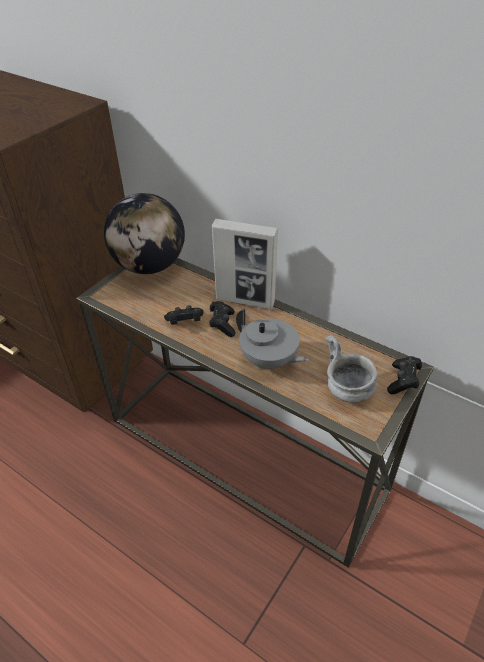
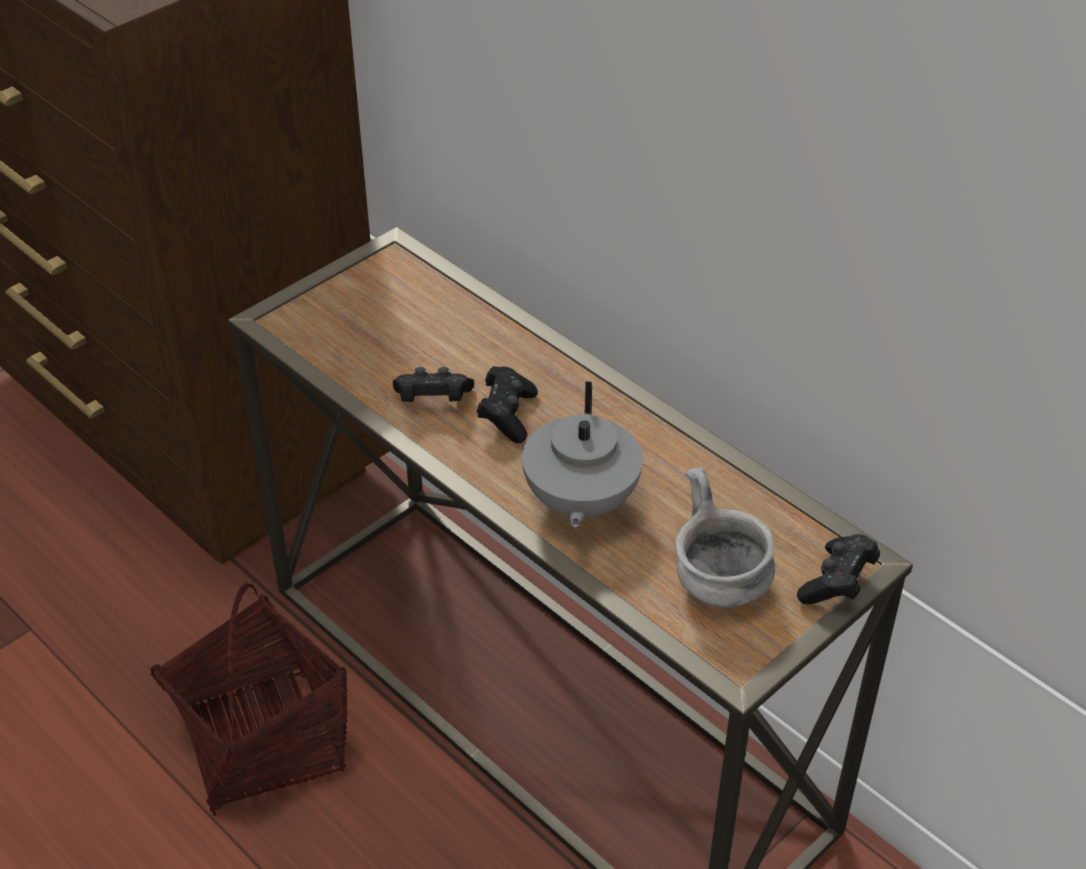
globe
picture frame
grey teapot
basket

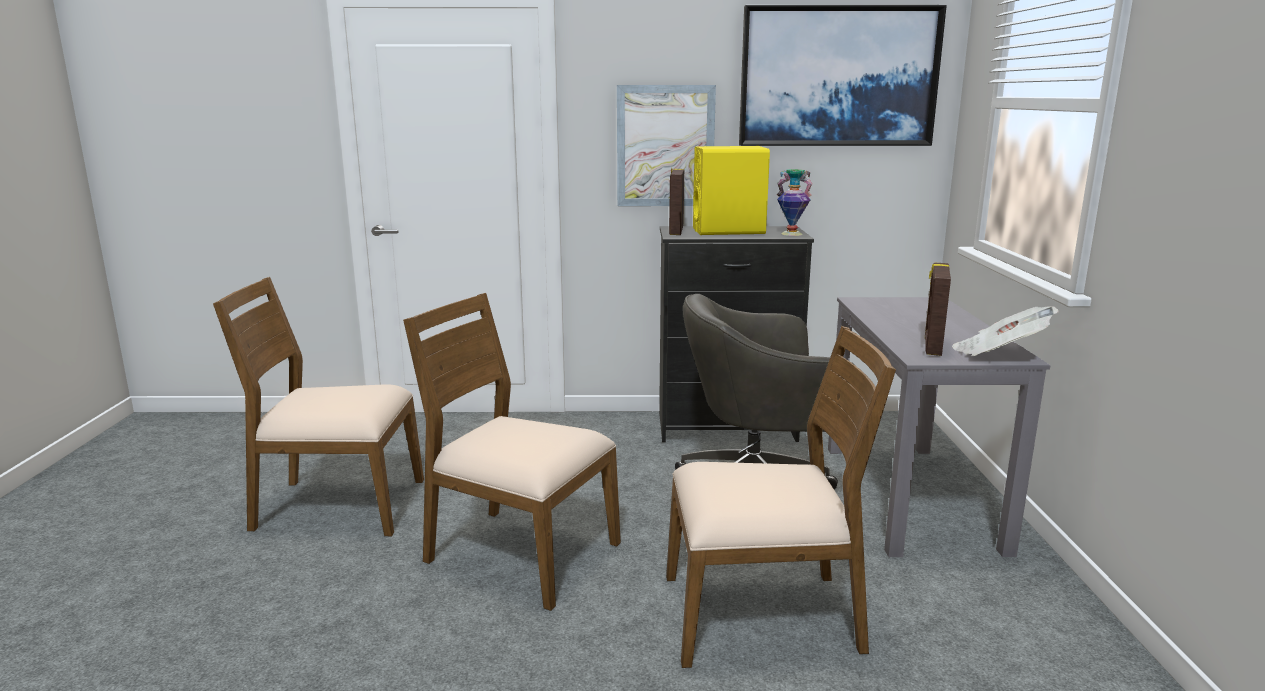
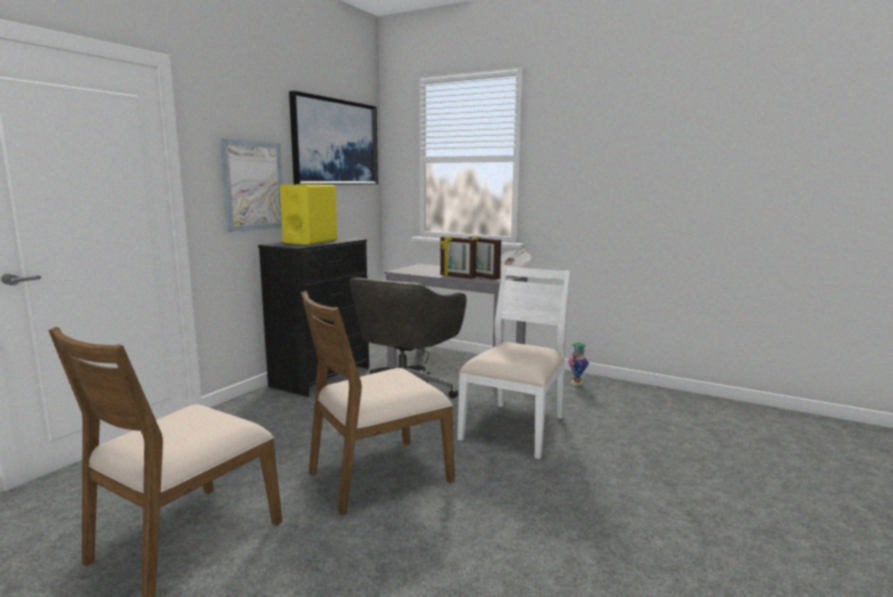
picture frame (1st from left)
vase
white chair

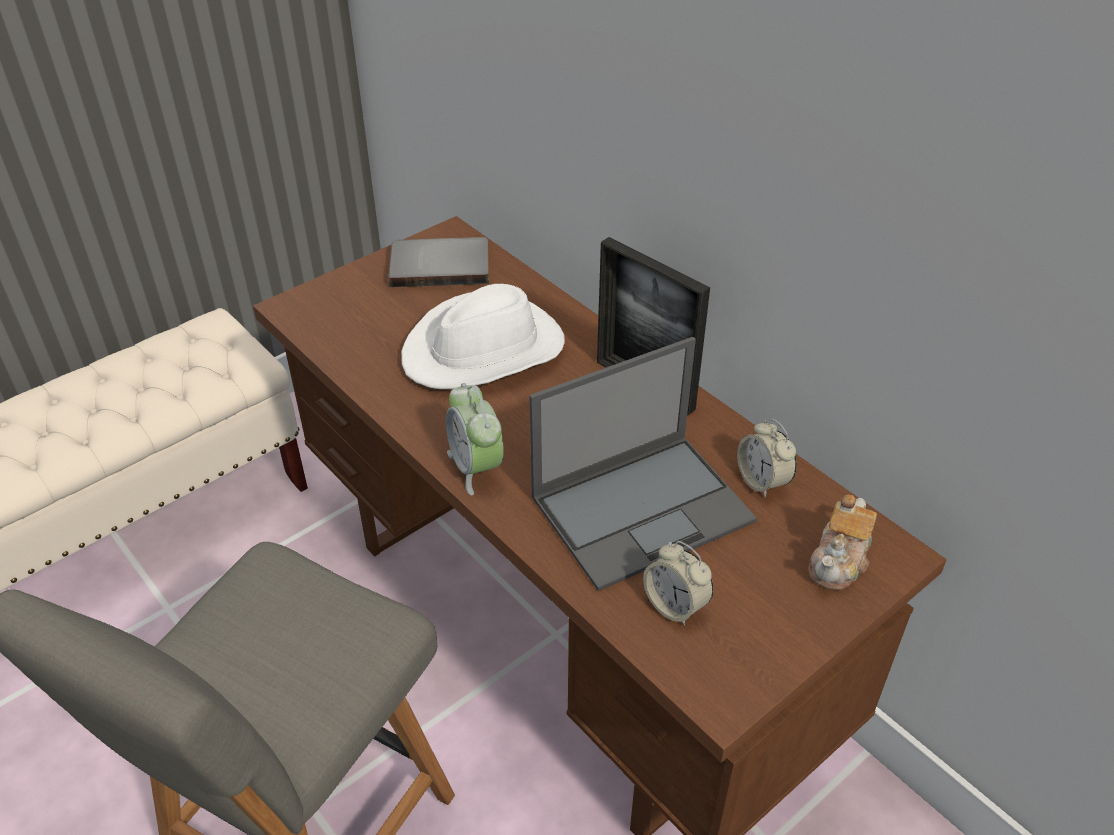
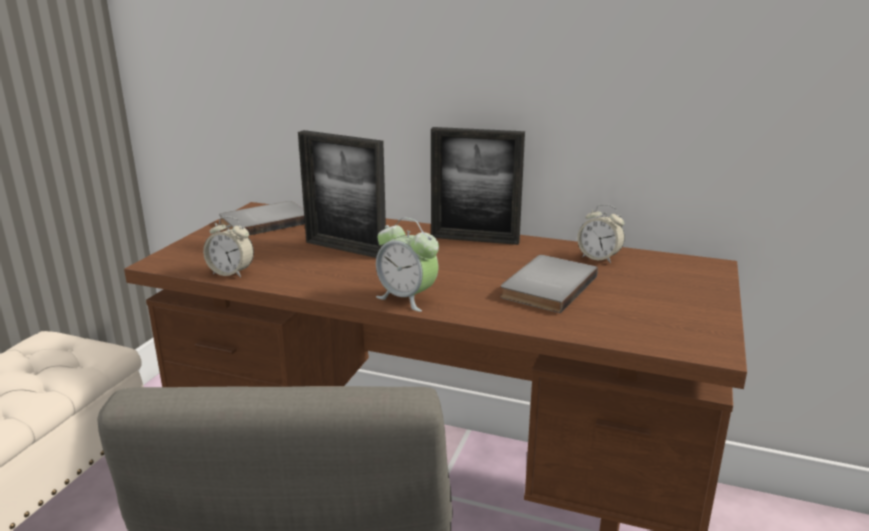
picture frame (1st from left)
grey book (2nd from left)
teapot
alarm clock (1st from left)

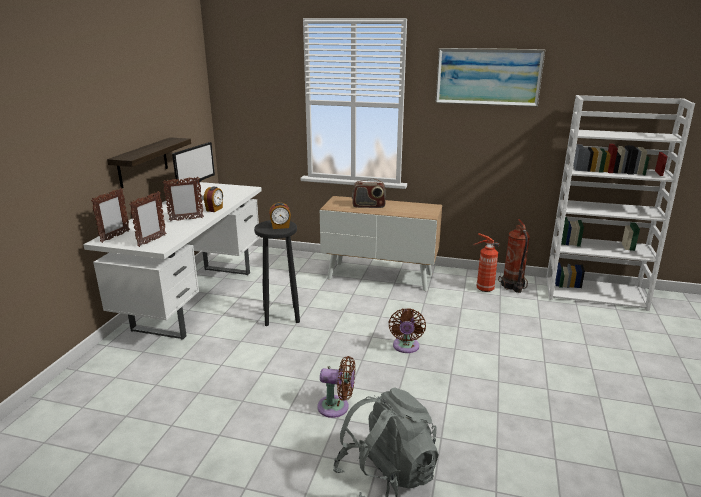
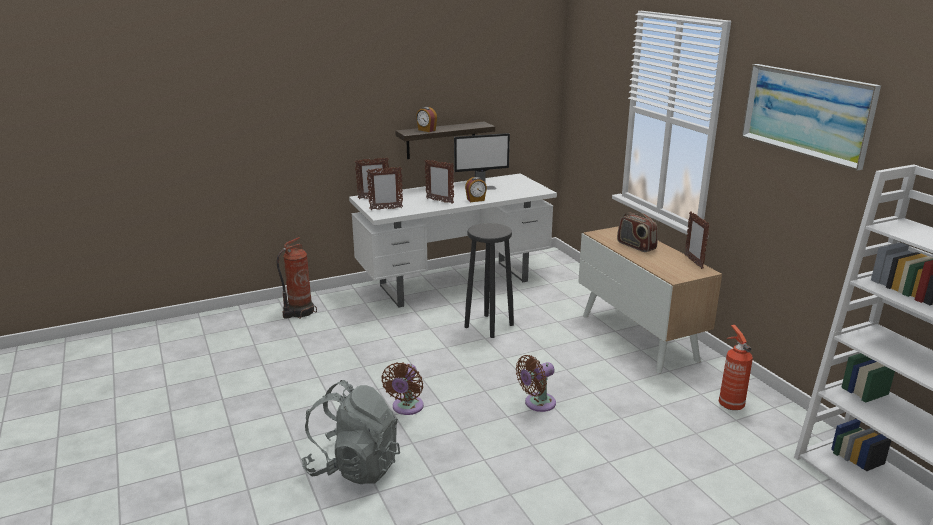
alarm clock (1st from left)
fire extinguisher (1st from left)
brown fan (1st from left)
picture frame (4th from left)

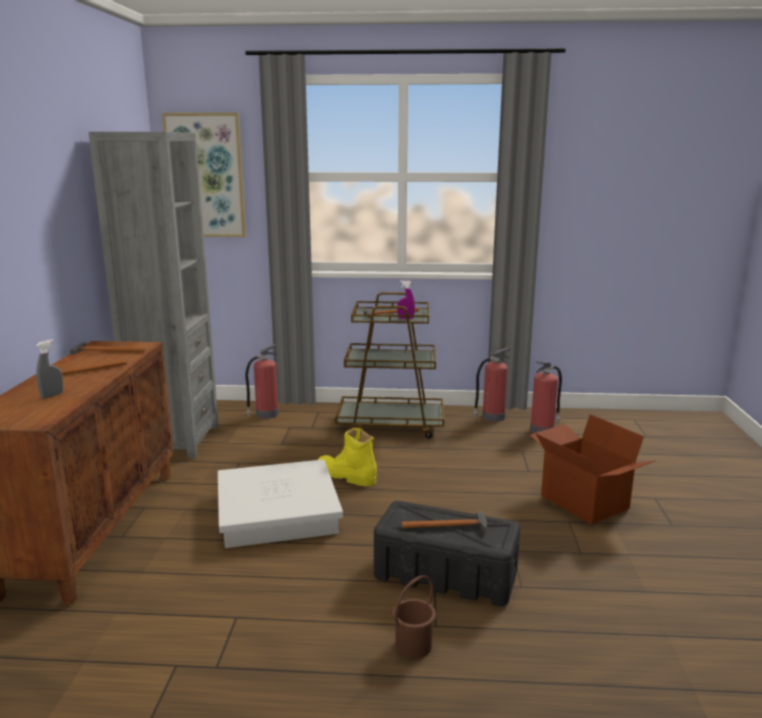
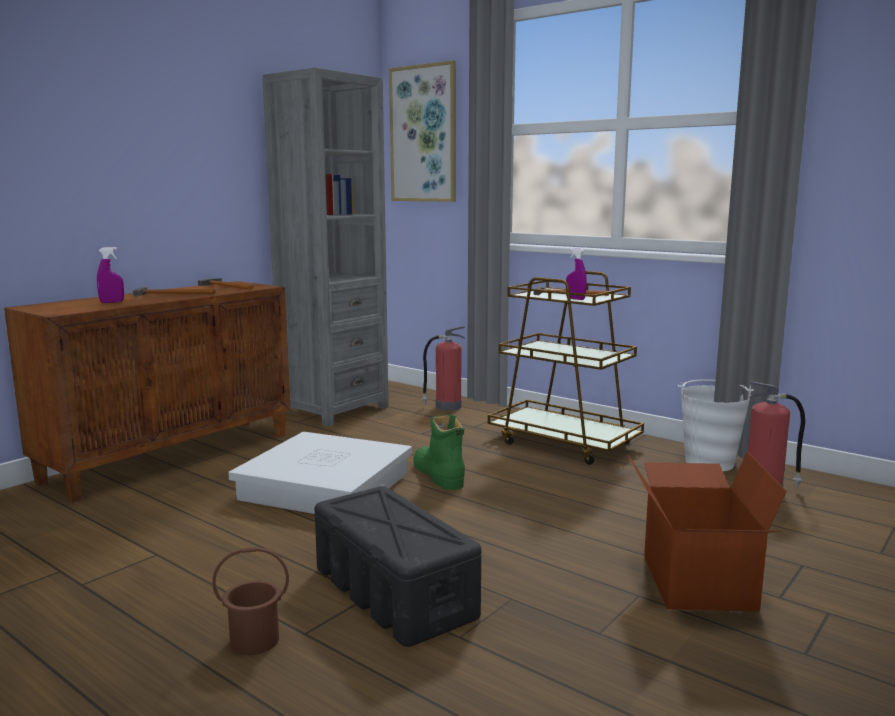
purple spray bottle (1st from left)
white bucket
green boot
hammer (4th from left in the first image)

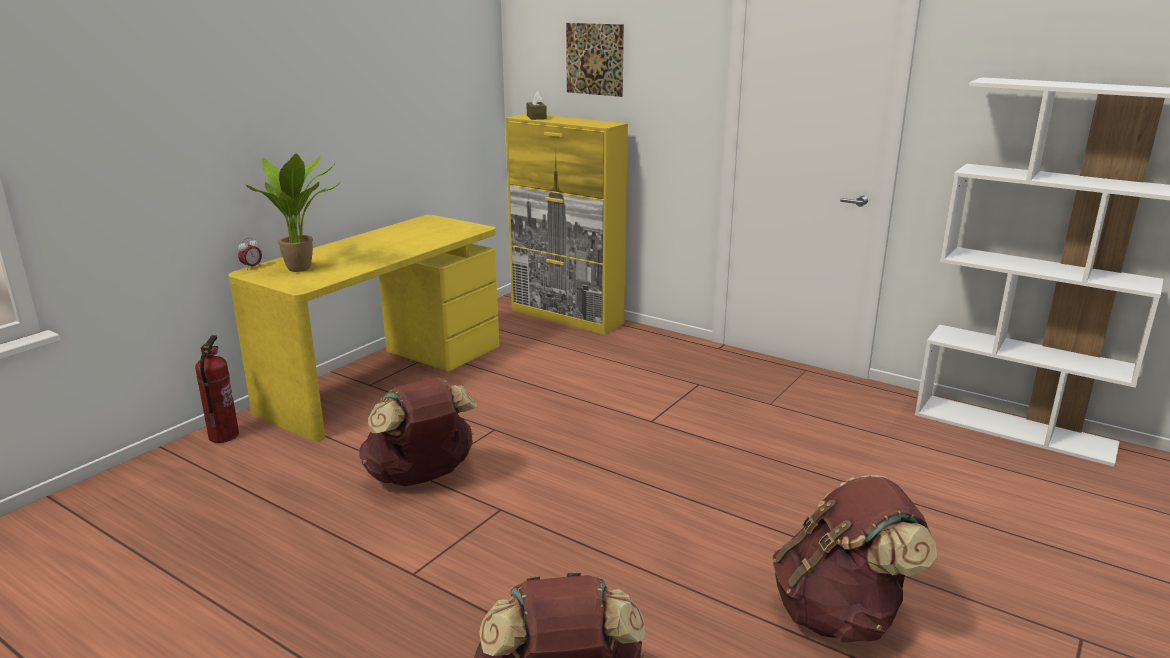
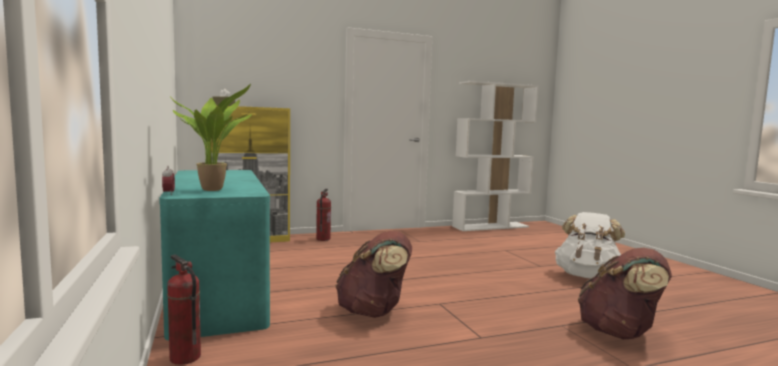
picture
turquoise desk
white backpack
fire extinguisher (2nd from left)

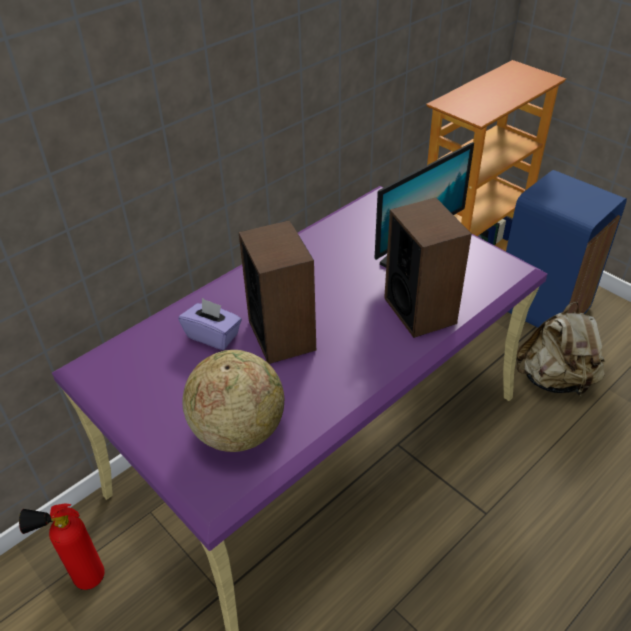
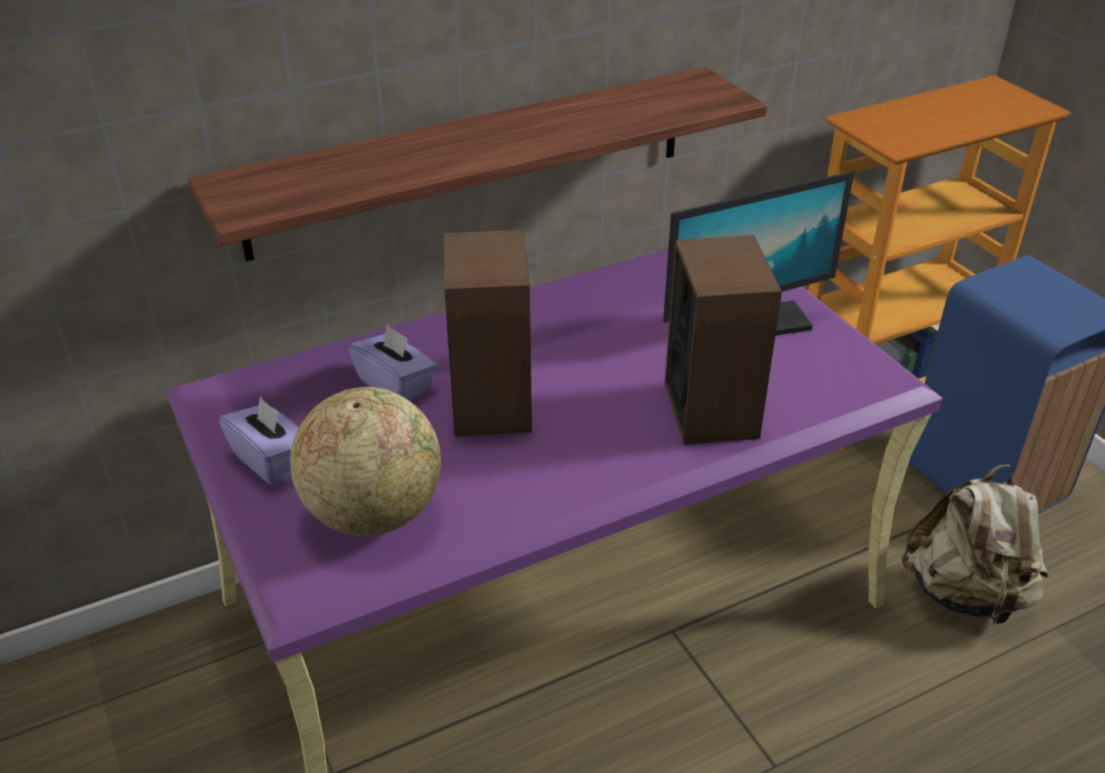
fire extinguisher
shelf
purple tissue box (1st from left)

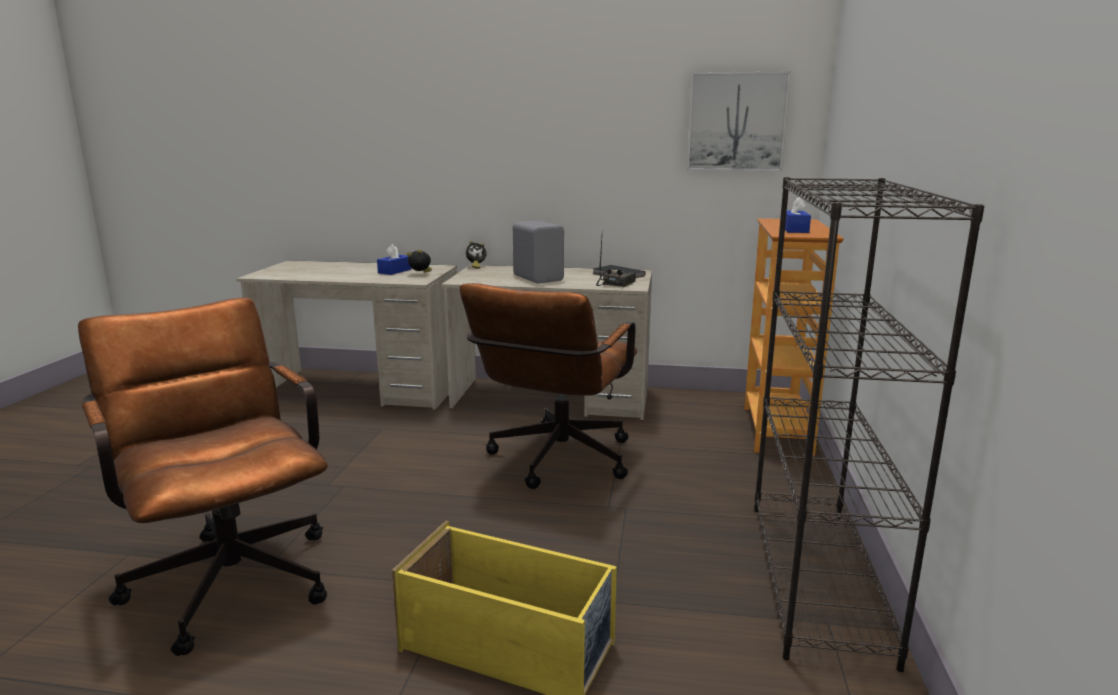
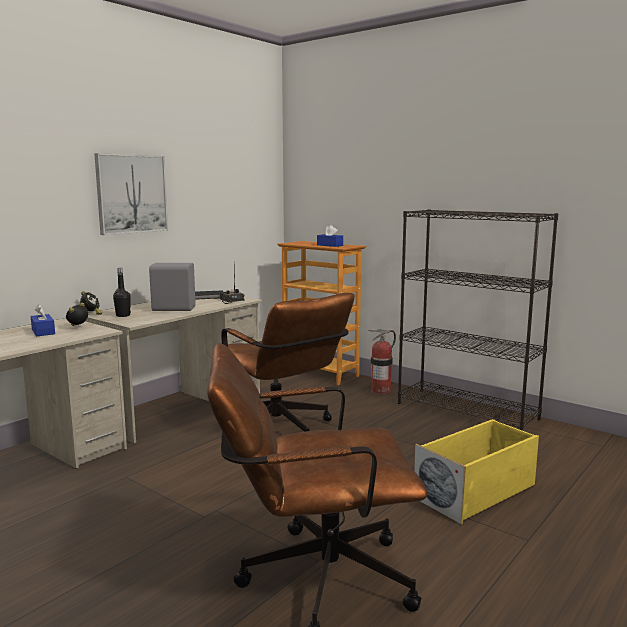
picture
black bottle
fire extinguisher

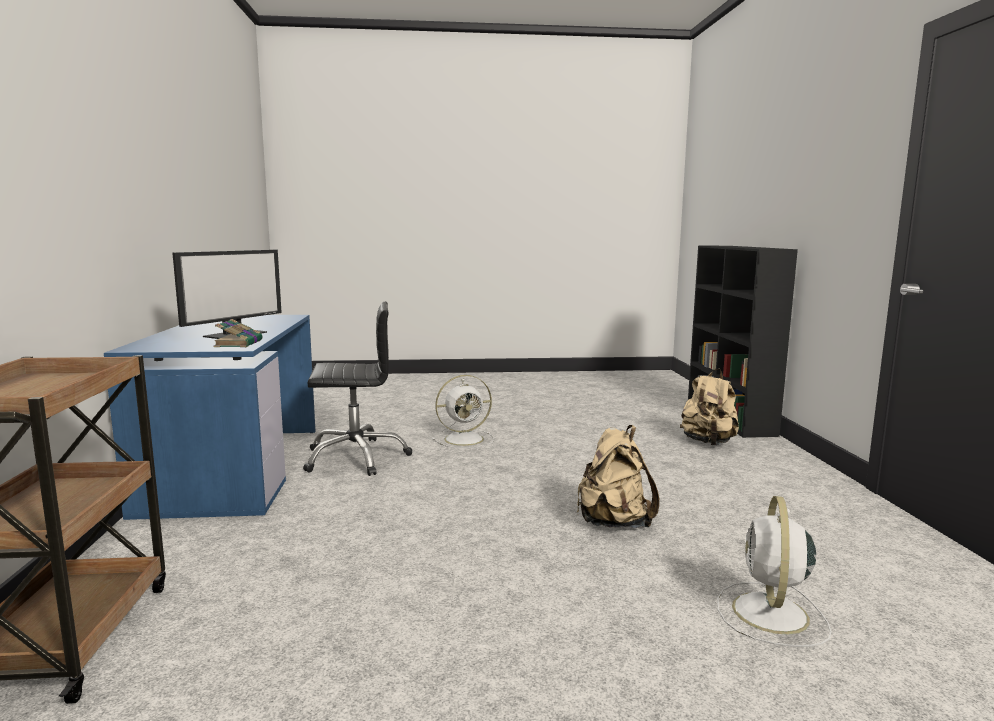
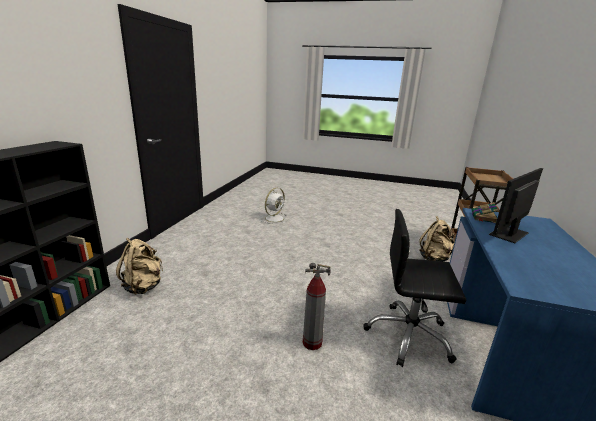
fire extinguisher
beige backpack (2nd from left)

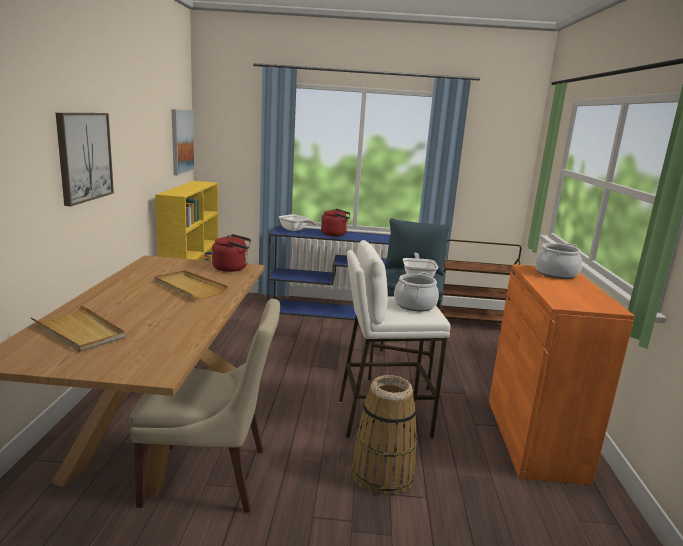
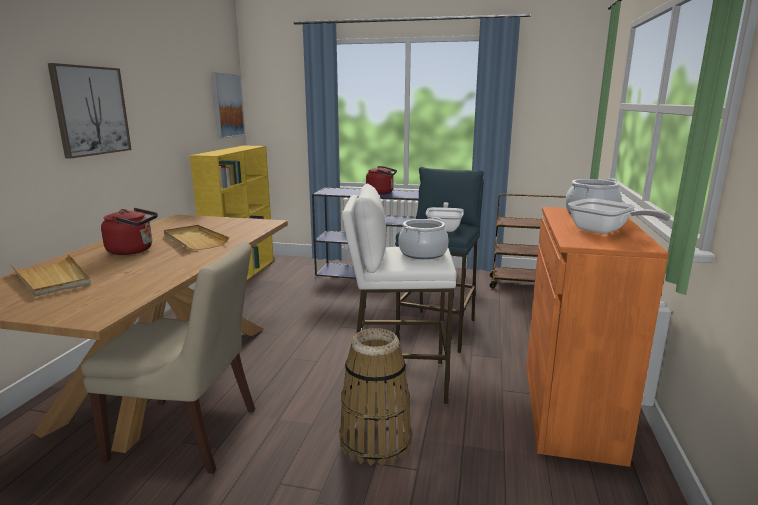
frying pan (2nd from left)
red kettle (1st from left)

